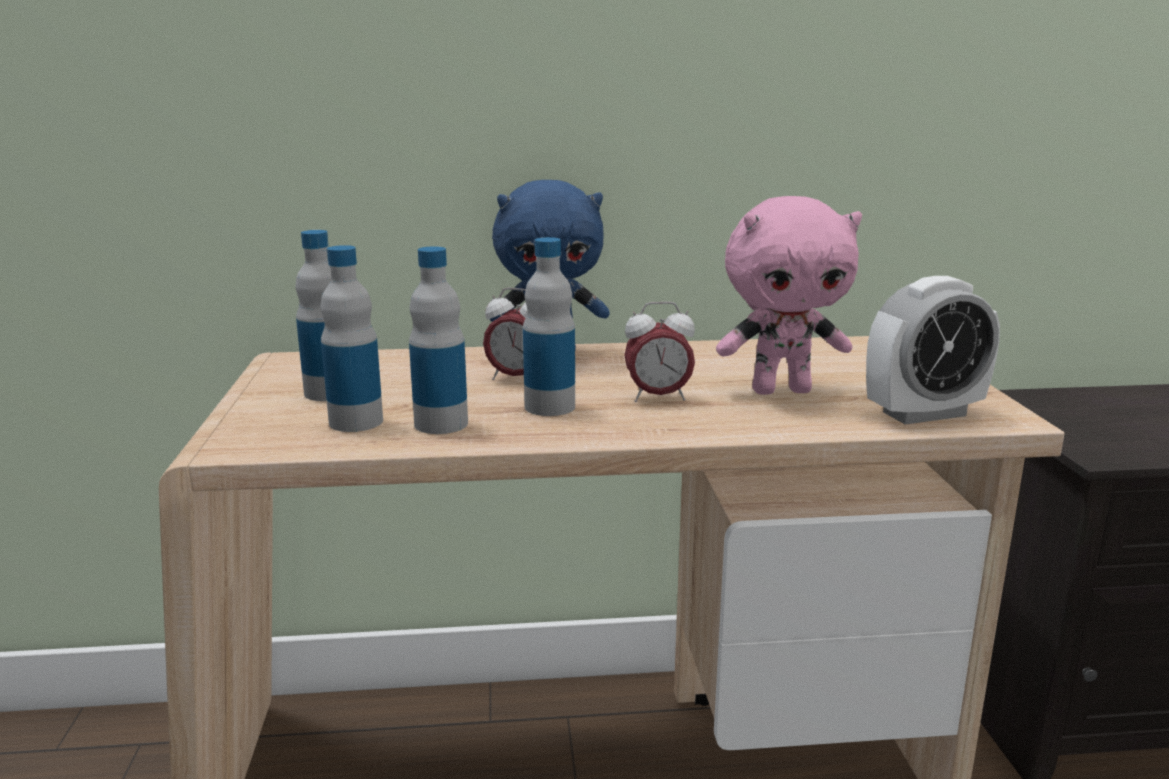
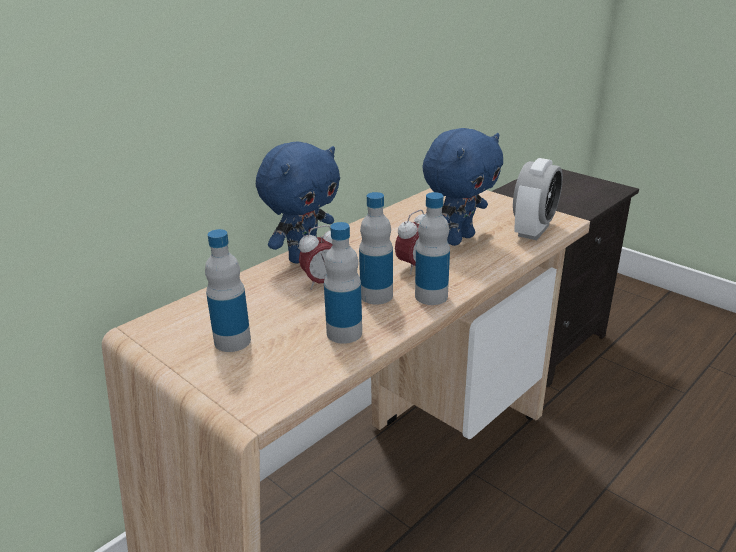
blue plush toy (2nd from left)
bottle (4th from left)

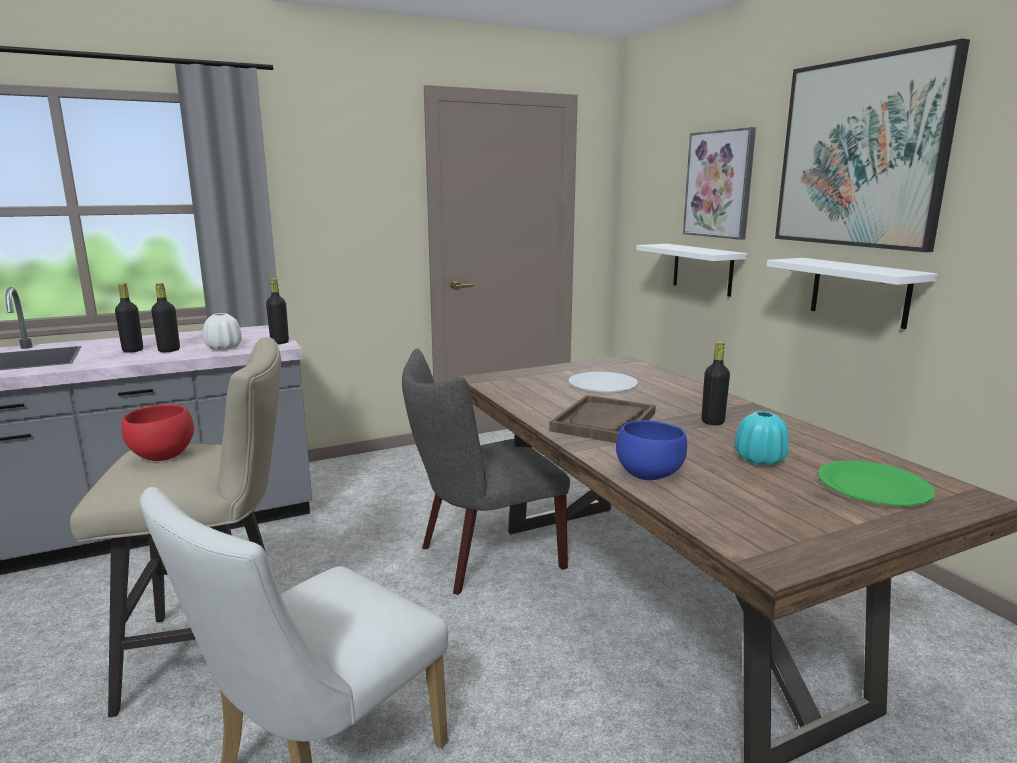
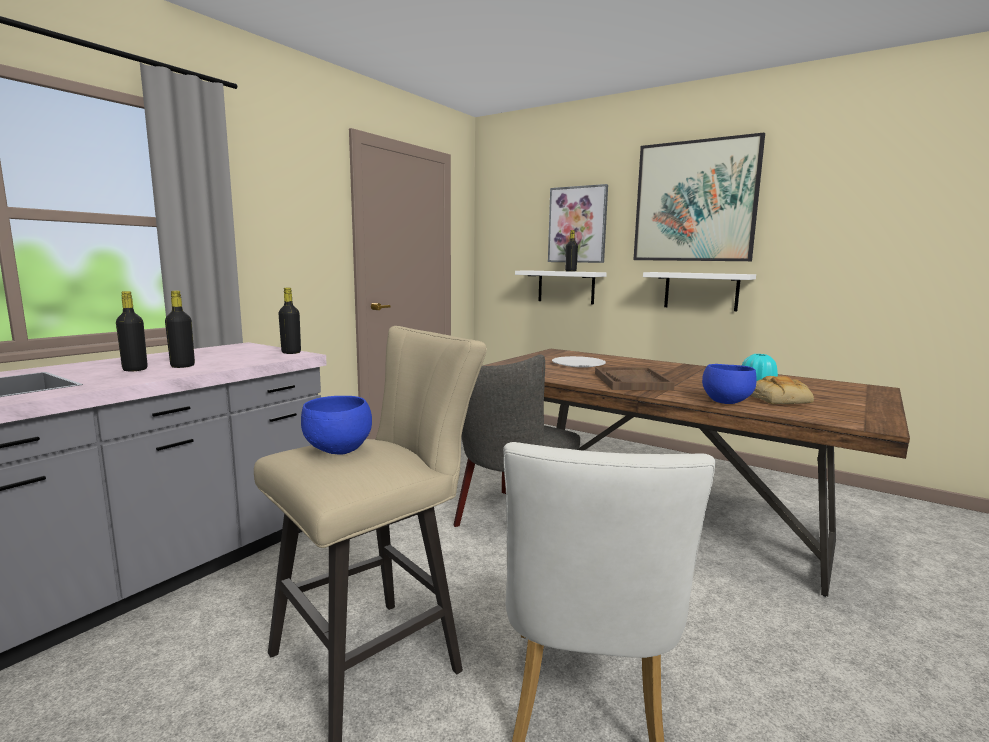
white vase
black bottle (4th from left)
blue bowl (1st from left)
green plate
bread

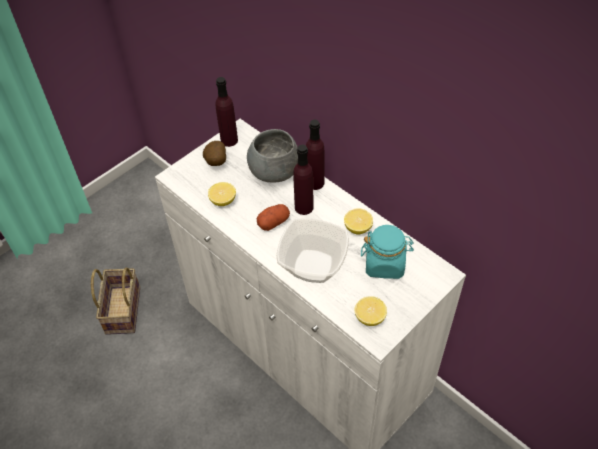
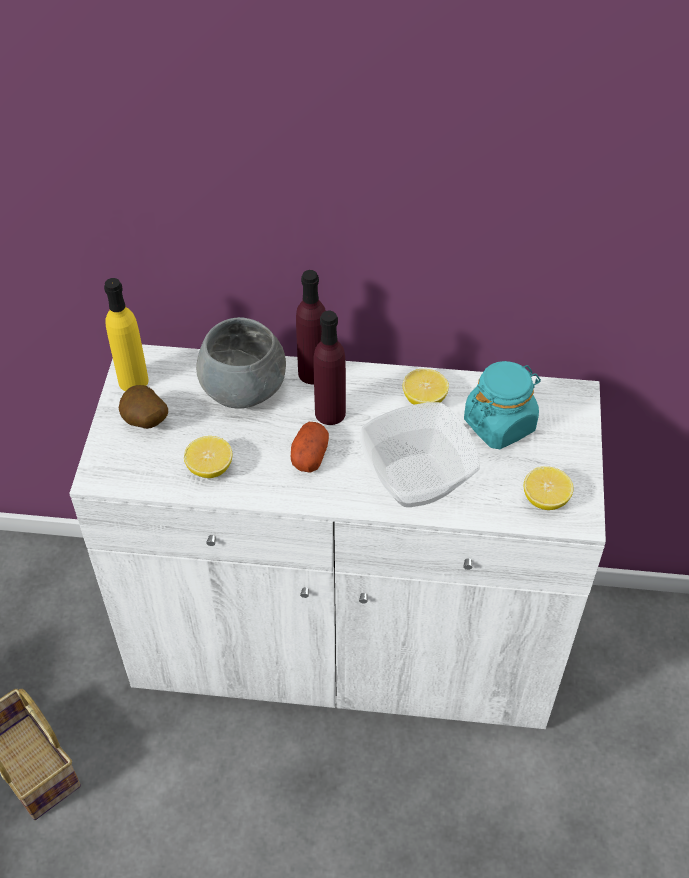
yellow bottle

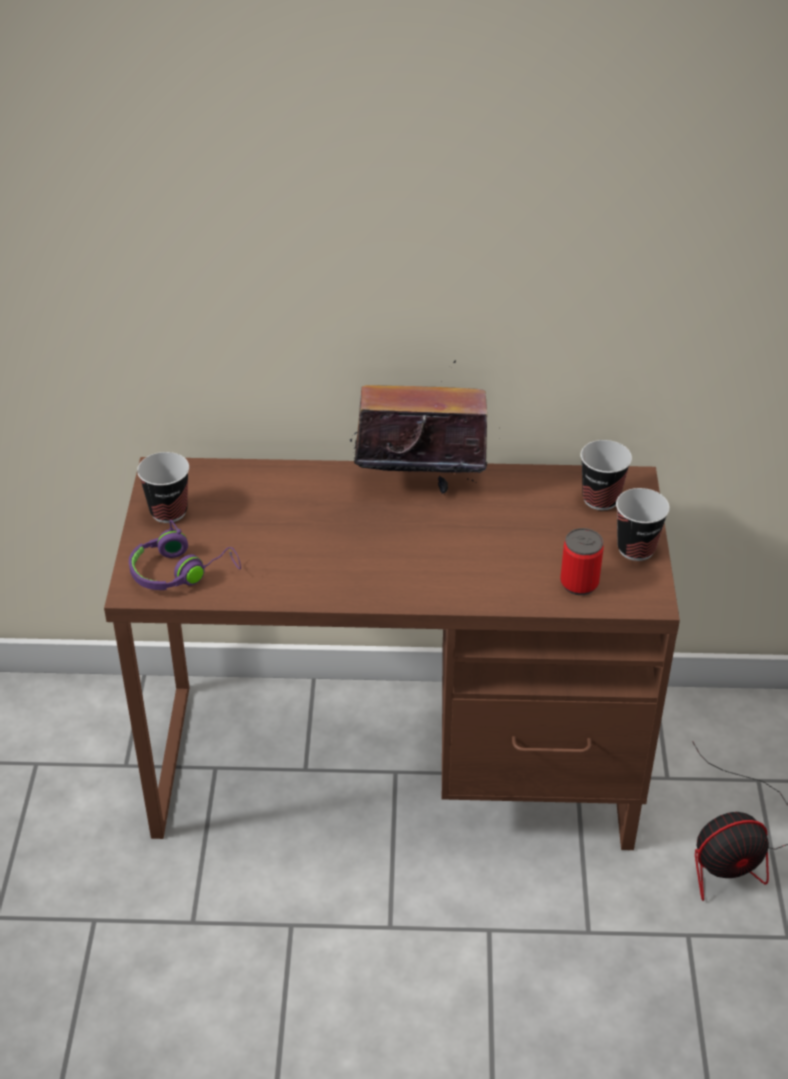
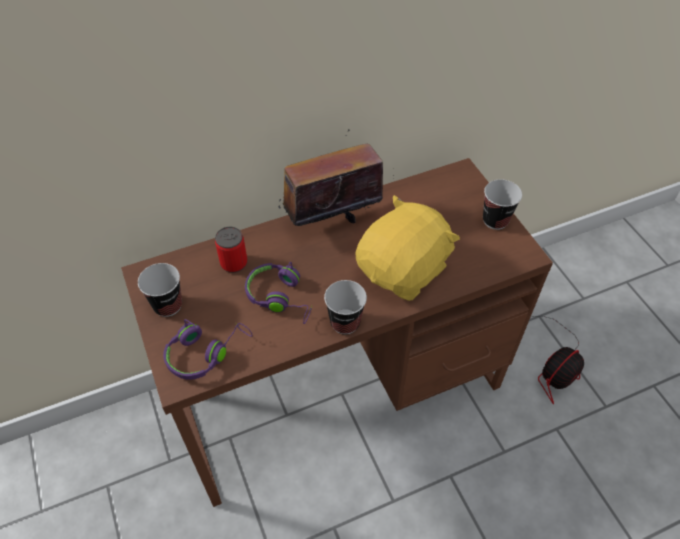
cup (2nd from left)
can
yellow plush toy
purple headphones (2nd from left)

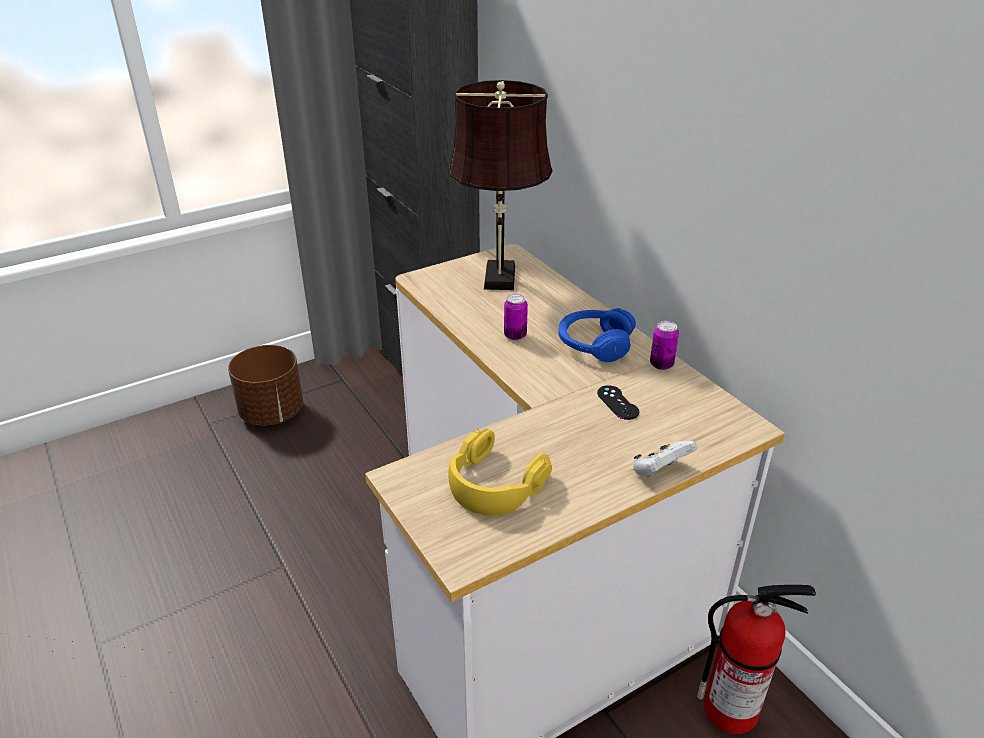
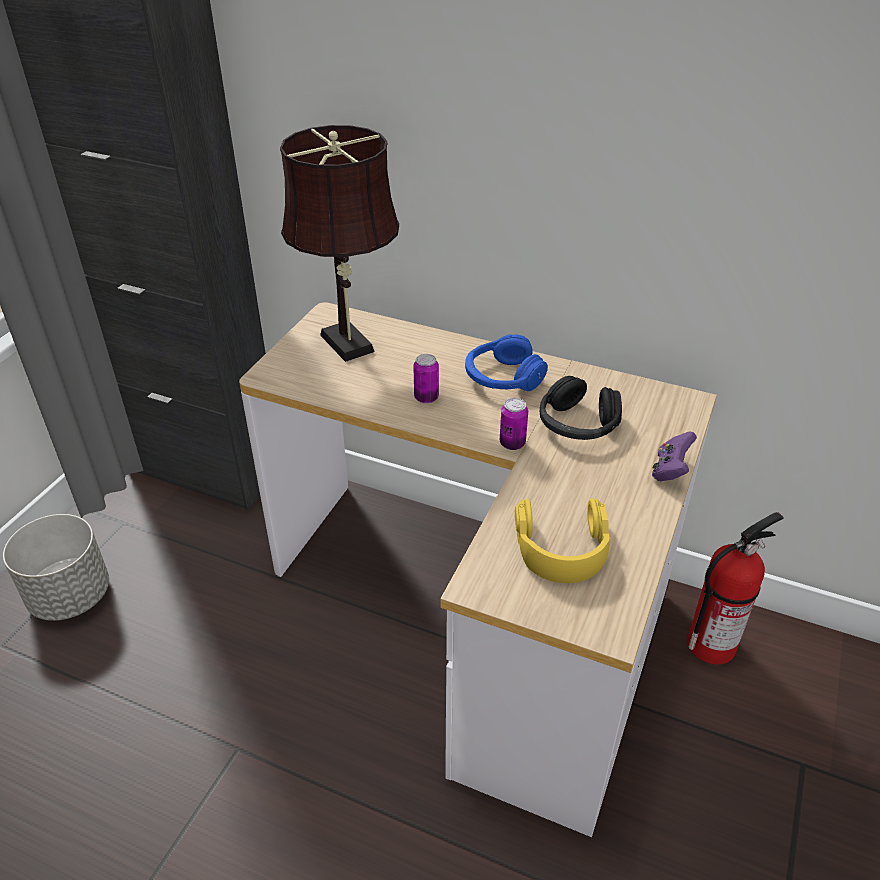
can (2nd from left)
grey planter
black headphones
purple game controller

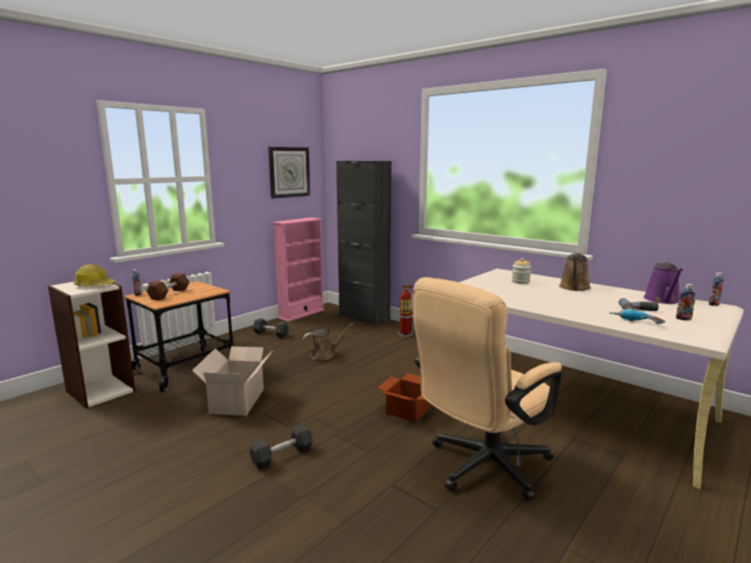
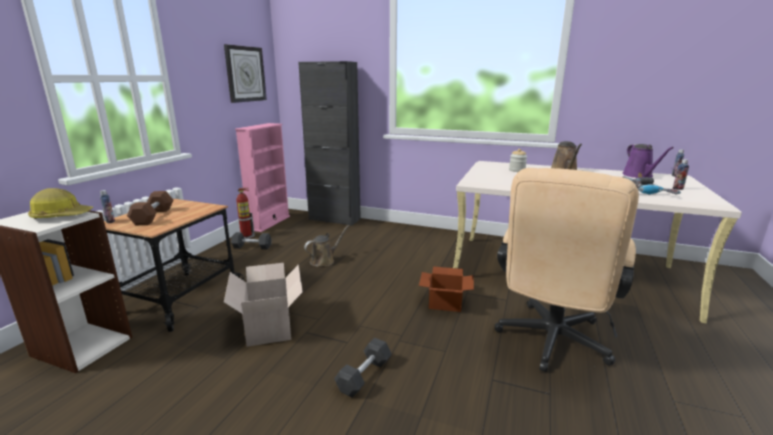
fire extinguisher

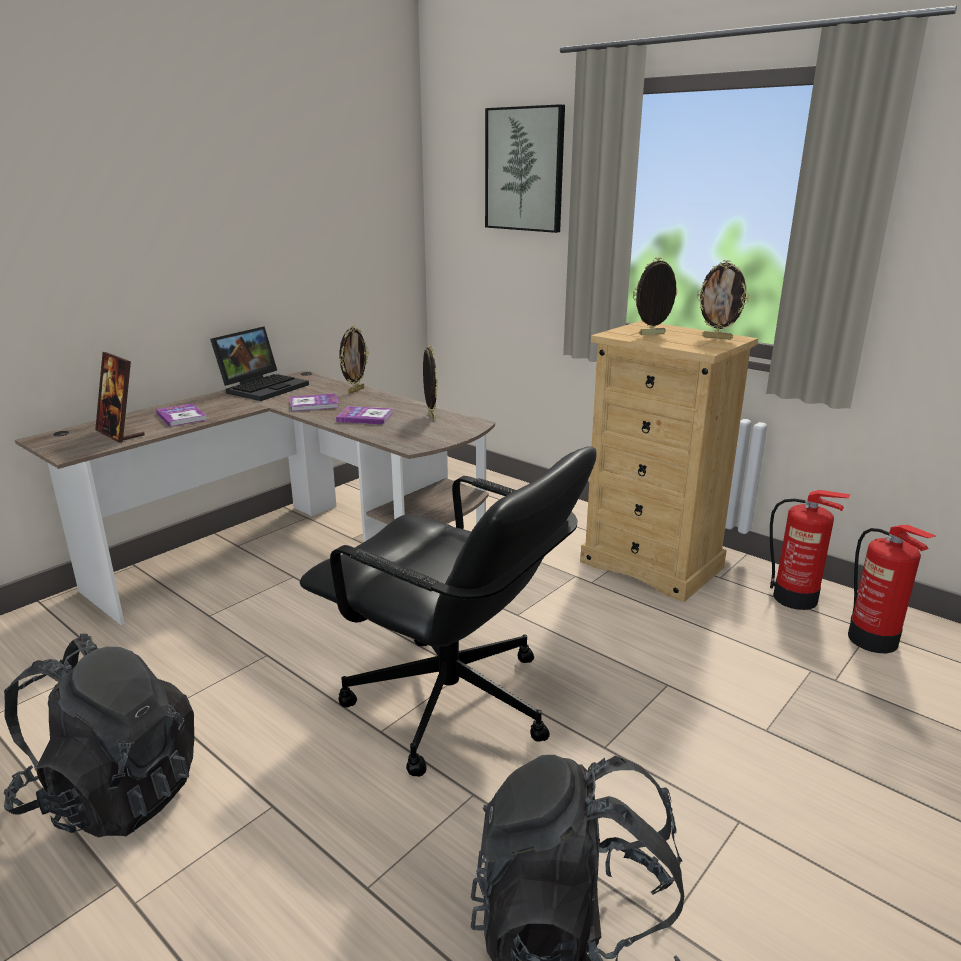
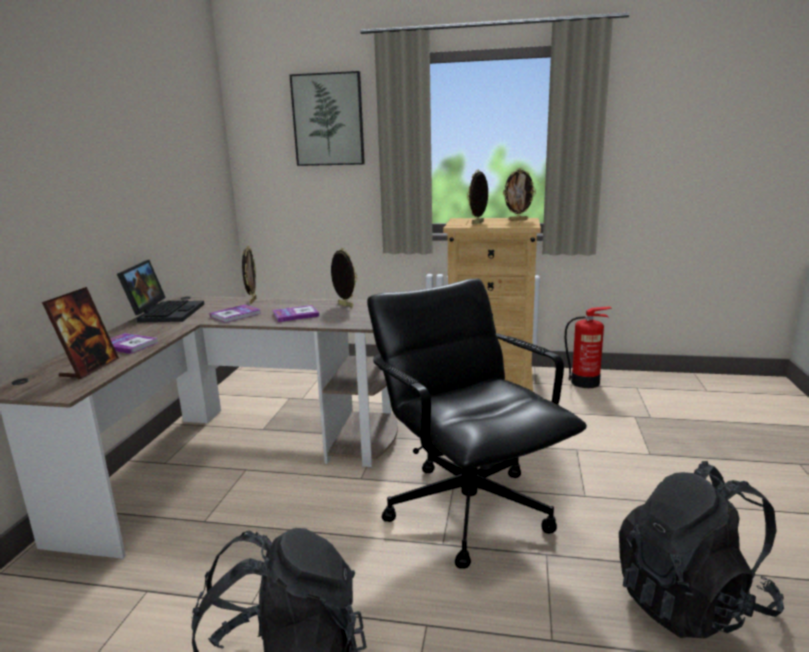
picture frame (1st from left)
black office chair
fire extinguisher (2nd from left in the first image)

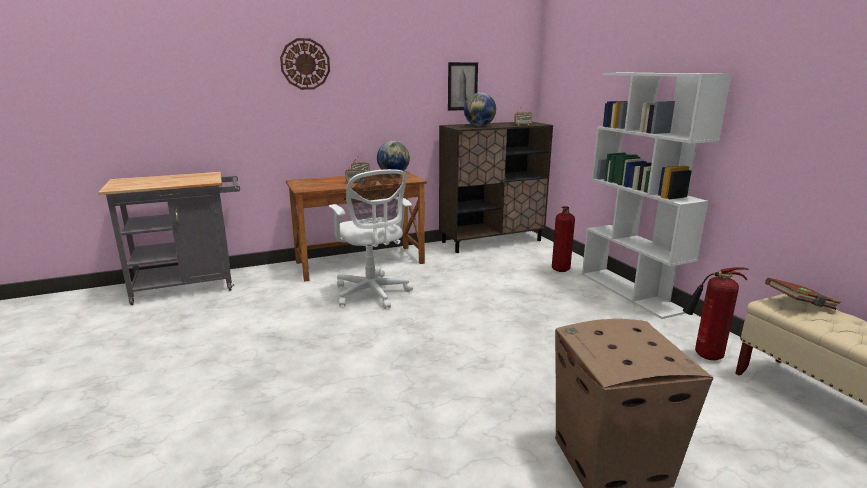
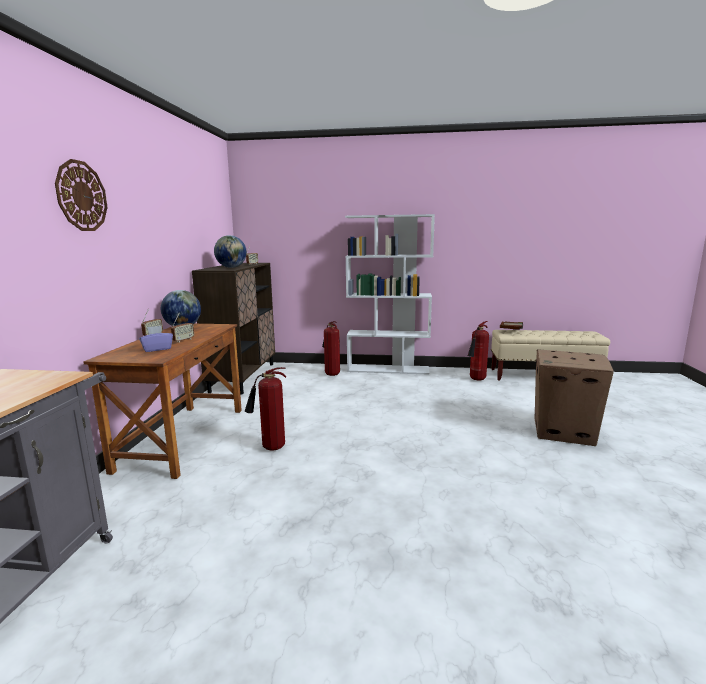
picture
fire extinguisher (1st from left)
purple tissue box

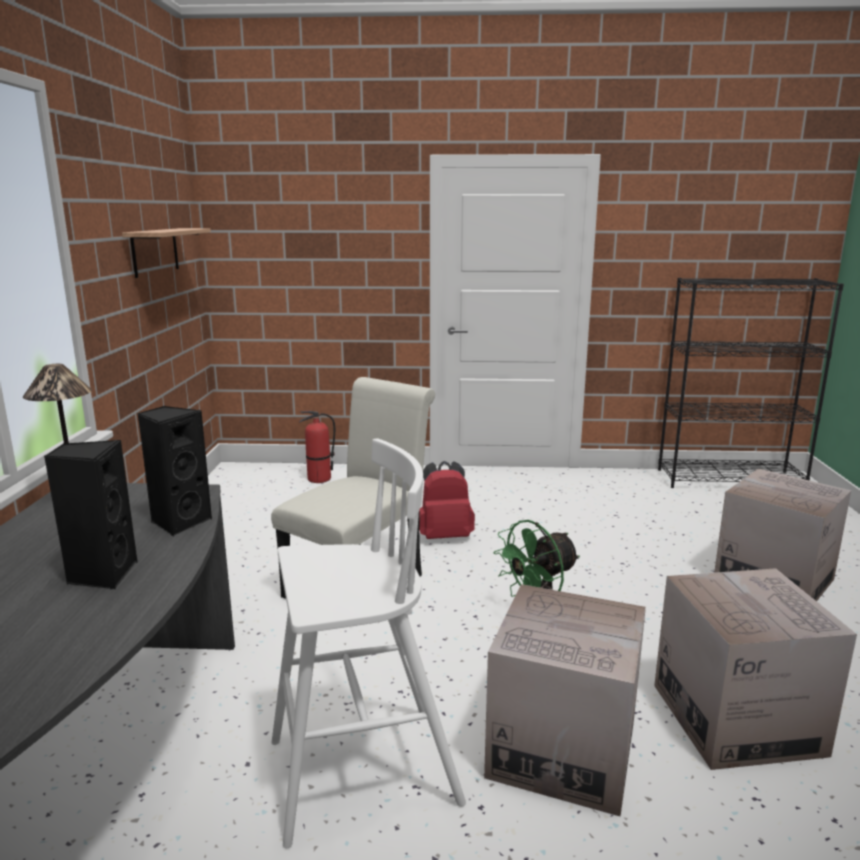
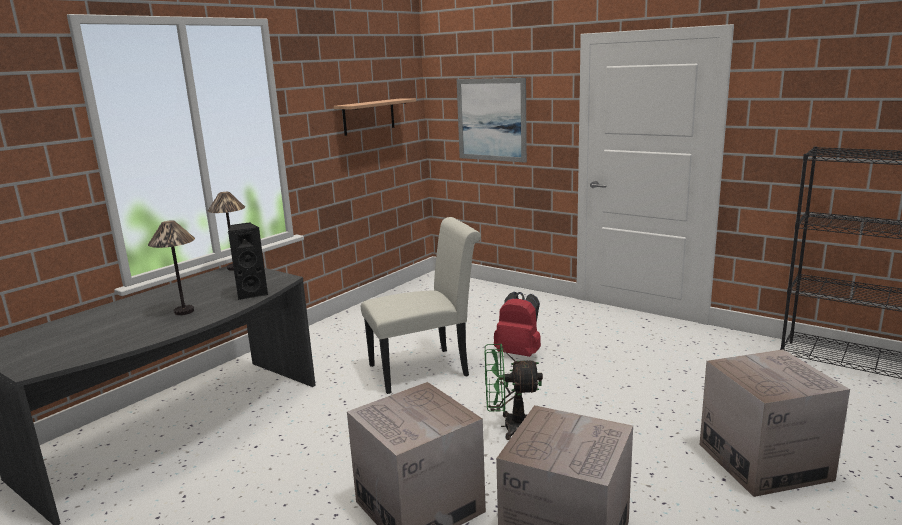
fire extinguisher
white stool
table lamp (1st from left)
picture

